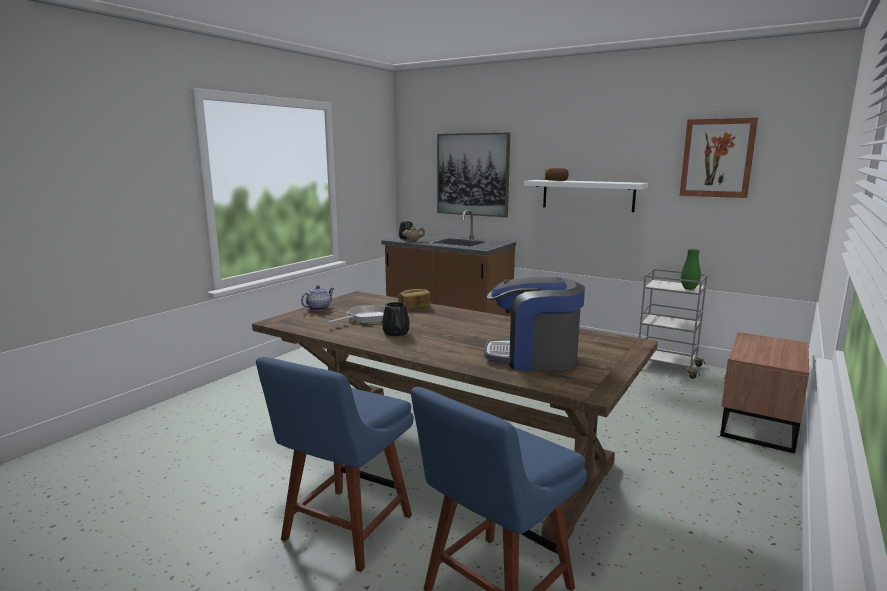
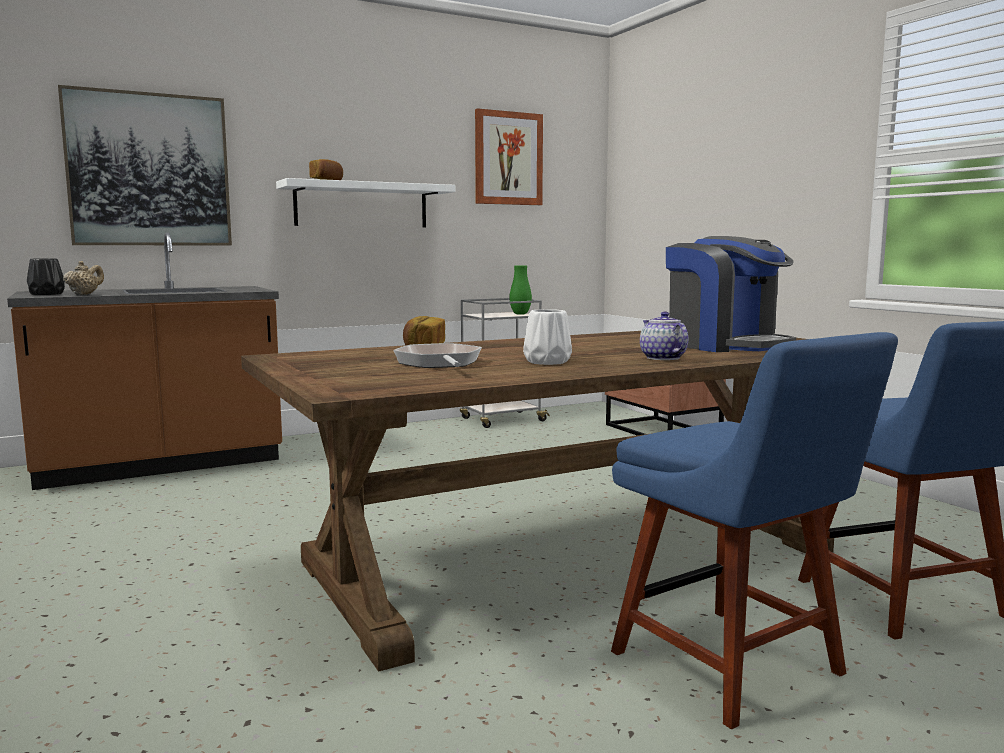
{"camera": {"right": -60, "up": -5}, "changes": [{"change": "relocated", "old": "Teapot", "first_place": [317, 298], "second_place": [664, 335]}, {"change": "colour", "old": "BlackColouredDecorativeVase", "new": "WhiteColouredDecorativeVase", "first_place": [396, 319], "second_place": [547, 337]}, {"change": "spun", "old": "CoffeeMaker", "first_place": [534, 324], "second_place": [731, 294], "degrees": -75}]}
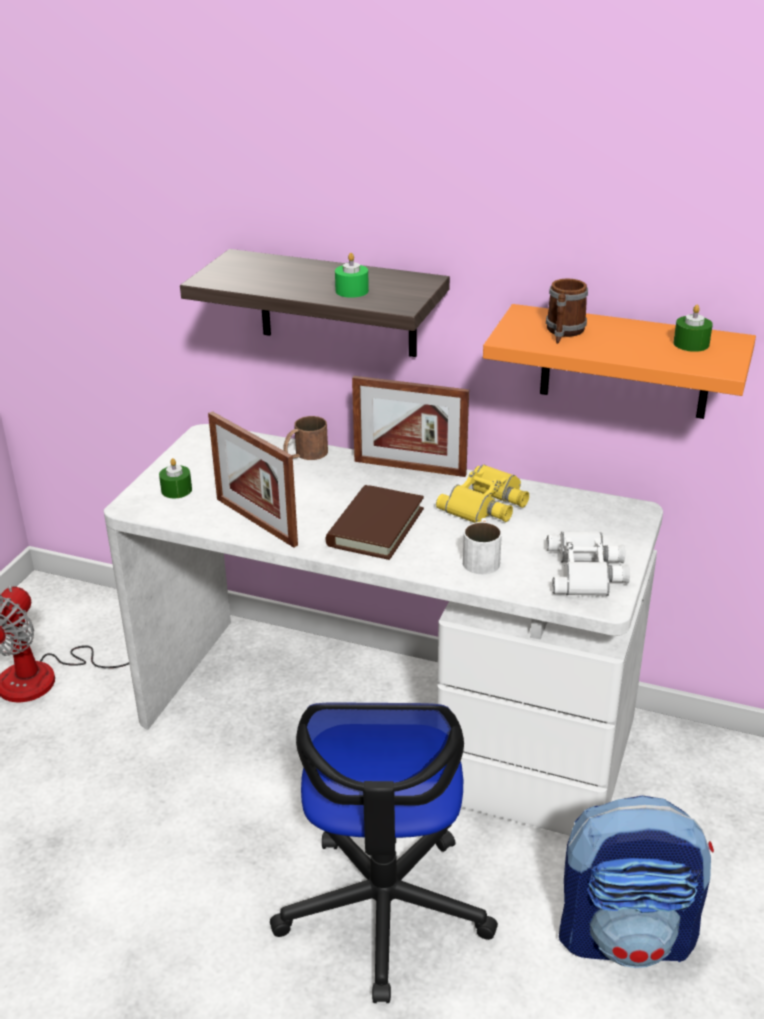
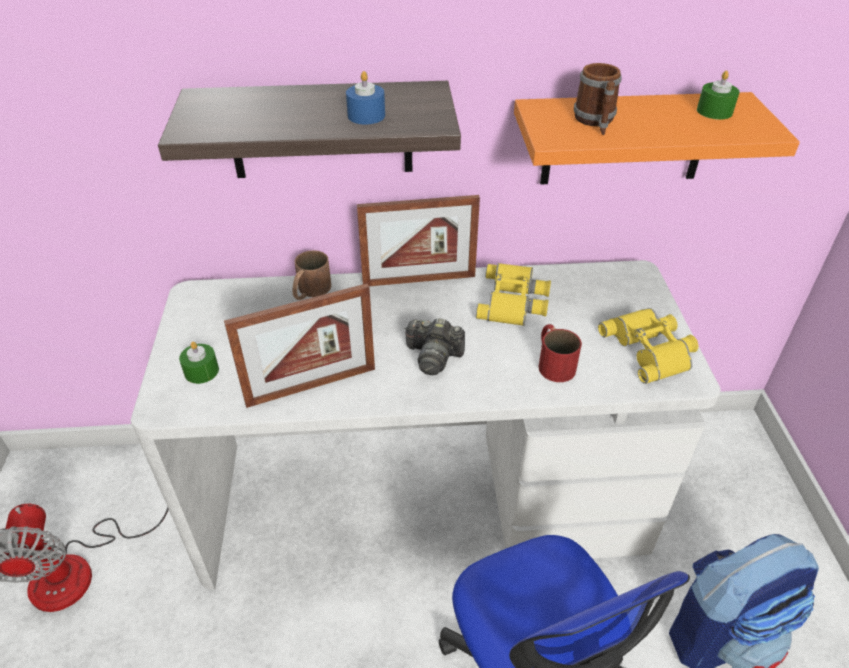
{"camera": {"right": -25, "up": 10}, "changes": [{"change": "spun", "old": "PictureFrame", "first_place": [253, 479], "second_place": [299, 345], "degrees": -45}, {"change": "exchanged", "old": "BrownBoundBook", "new": "PhotoCamera", "first_place": [375, 522], "second_place": [434, 346]}, {"change": "colour", "old": "GreenishCandle", "new": "BluishCandle", "first_place": [352, 275], "second_place": [365, 97]}, {"change": "colour", "old": "WhiteColouredMug", "new": "RedColouredMug", "first_place": [482, 546], "second_place": [560, 353]}, {"change": "colour", "old": "WhiteColouredFieldGlasses", "new": "YellowColouredFieldGlasses", "first_place": [588, 564], "second_place": [648, 346]}]}
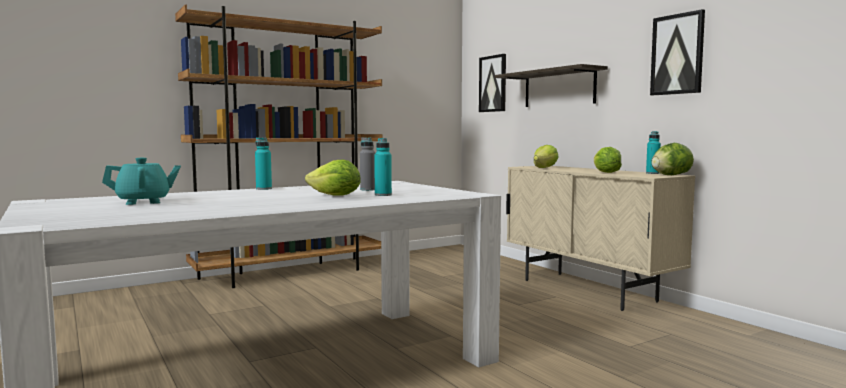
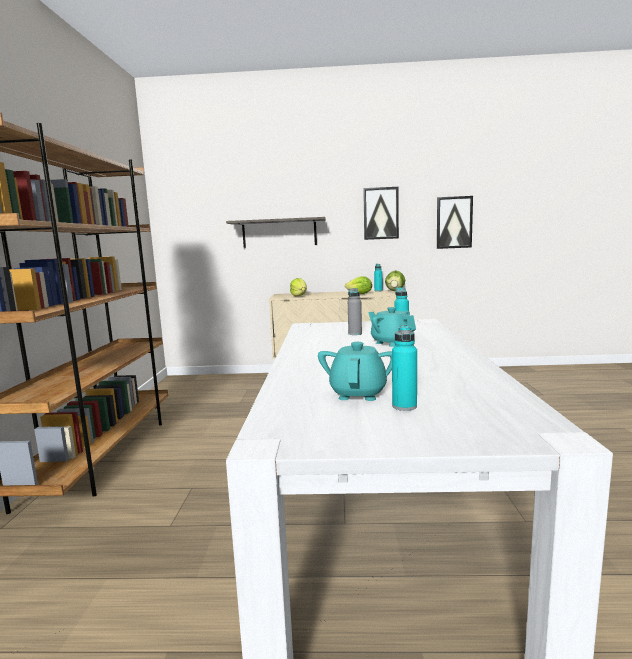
{"camera": {"right": -55, "up": 5}, "changes": [{"change": "relocated", "old": "TurquoiseColouredDrinkBottle", "first_place": [263, 163], "second_place": [404, 368]}, {"change": "exchanged", "old": "HeadOfLettuce", "new": "TurquoiseColouredTeapot", "first_place": [333, 178], "second_place": [392, 327]}, {"change": "relocated", "old": "Picture", "first_place": [492, 83], "second_place": [455, 222]}]}
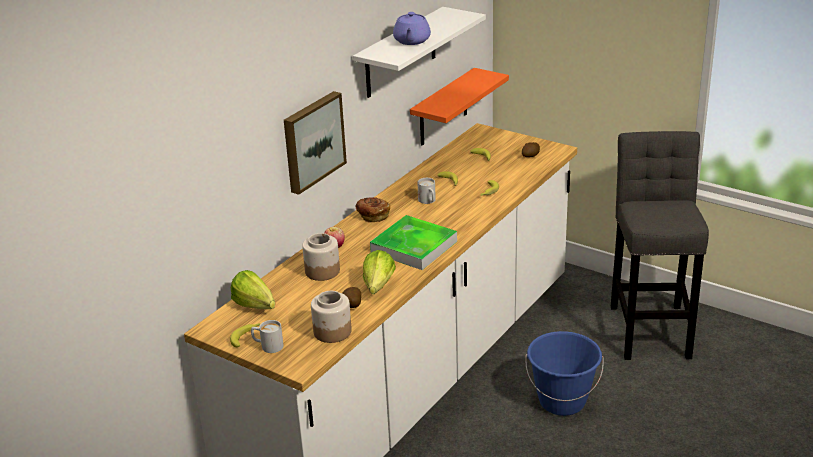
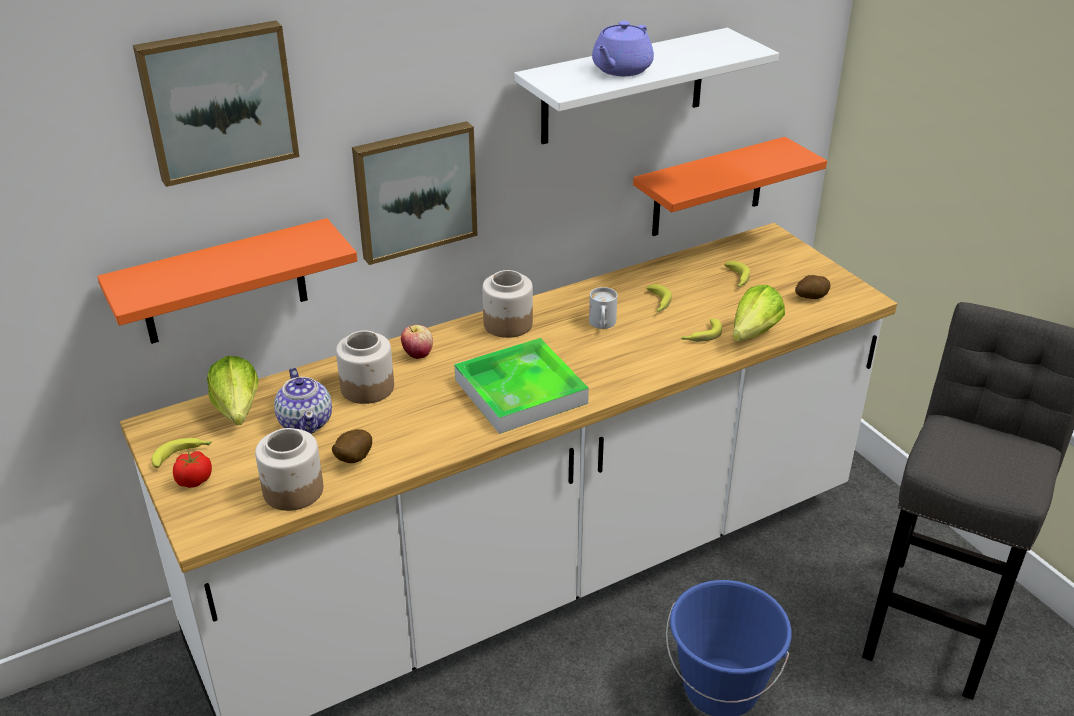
{"camera": {"right": 25, "up": 5}, "changes": [{"change": "exchanged", "old": "WhiteColouredMug", "new": "WholeTomato", "first_place": [267, 336], "second_place": [192, 469]}, {"change": "exchanged", "old": "Bread", "new": "PreserveJar", "first_place": [373, 209], "second_place": [507, 304]}, {"change": "relocated", "old": "HeadOfLettuce", "first_place": [379, 272], "second_place": [759, 313]}, {"change": "appeared", "new": "OrangeColouredWallShelf", "second_place": [227, 281]}, {"change": "appeared", "new": "Picture", "second_place": [216, 103]}, {"change": "appeared", "new": "Teapot", "second_place": [303, 401]}]}
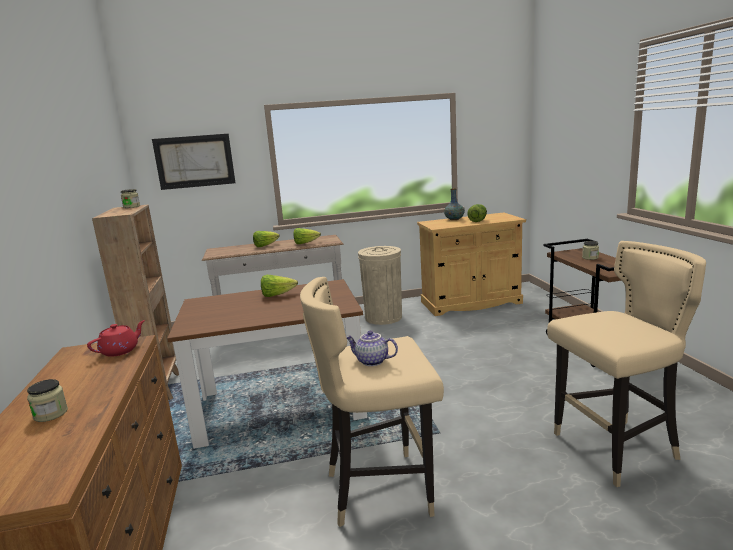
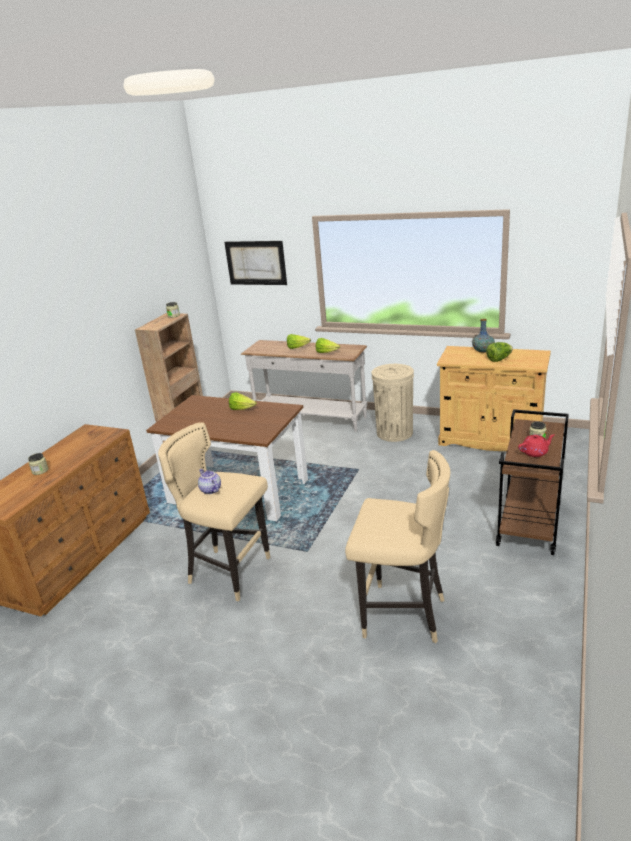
{"camera": {"right": 35, "up": 10}, "changes": [{"change": "relocated", "old": "RedColouredTeapot", "first_place": [116, 338], "second_place": [536, 445]}]}
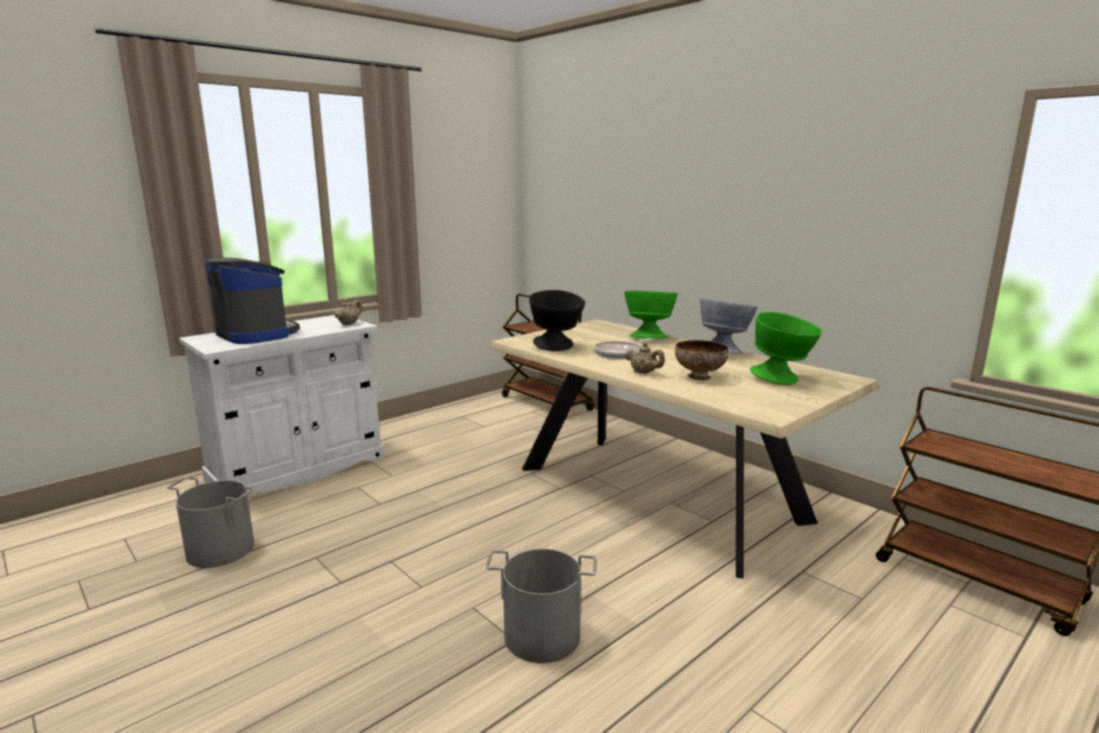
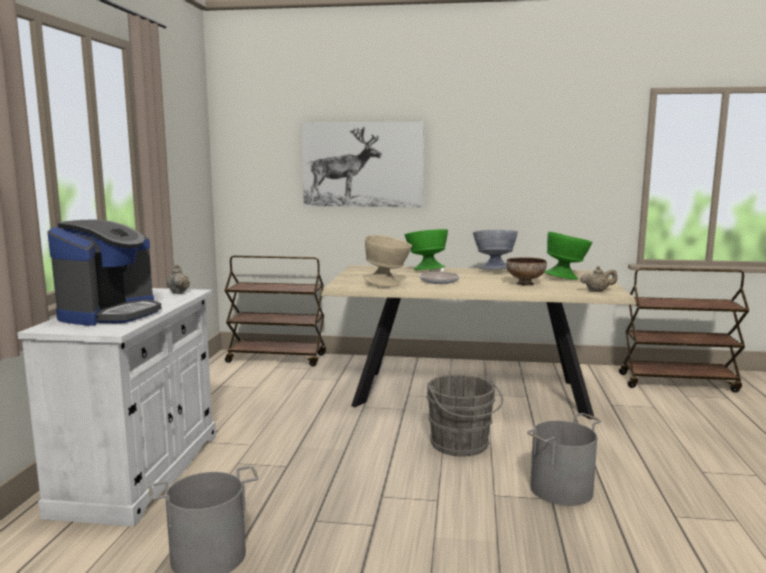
{"camera": {"right": -40, "up": -5}, "changes": [{"change": "spun", "old": "CoffeeMaker", "first_place": [252, 301], "second_place": [104, 273], "degrees": 105}, {"change": "colour", "old": "BlackColouredServingBowl", "new": "BeigeServingBowl", "first_place": [557, 320], "second_place": [388, 261]}, {"change": "relocated", "old": "BeigeTeapot", "first_place": [645, 358], "second_place": [598, 279]}, {"change": "appeared", "new": "Picture", "second_place": [363, 164]}, {"change": "appeared", "new": "GreyWaterBucket", "second_place": [464, 416]}]}
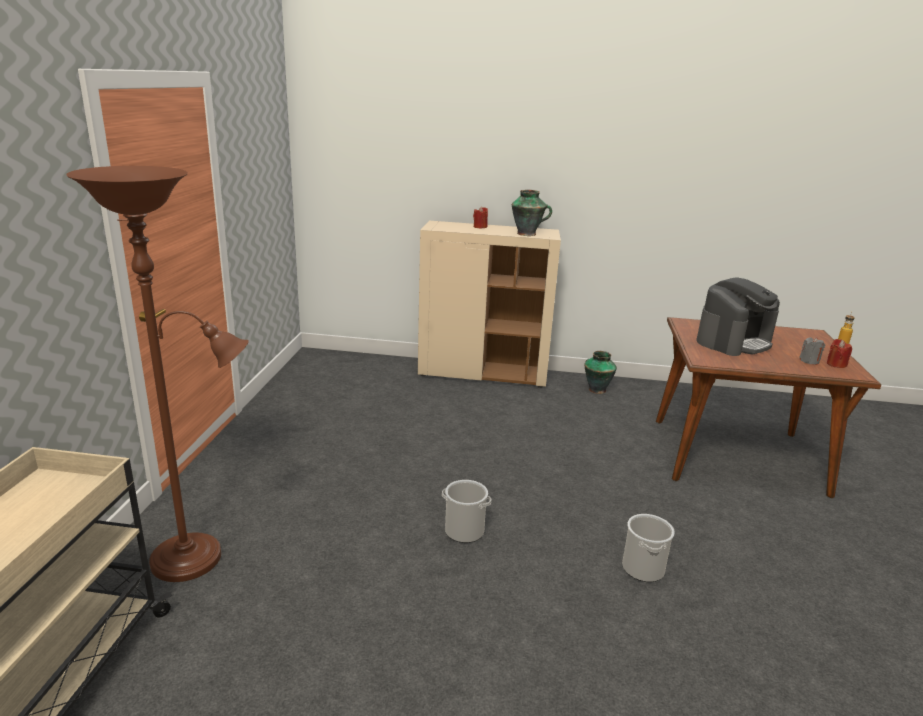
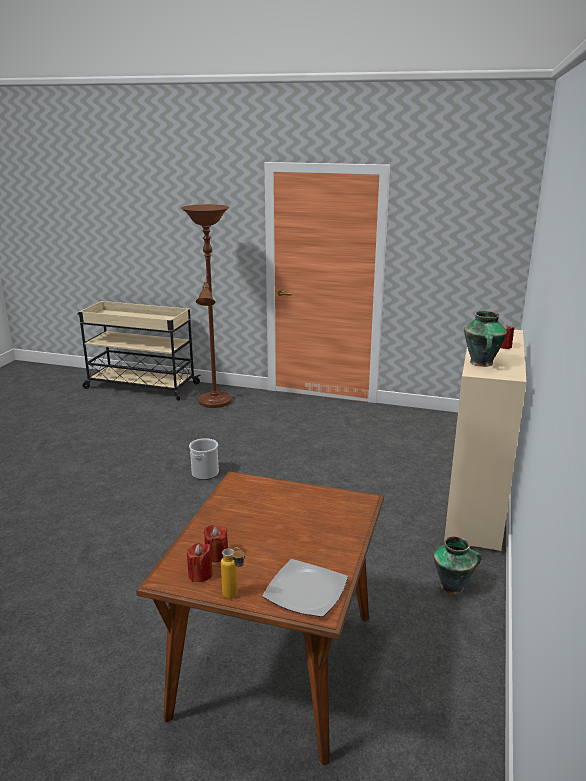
{"camera": {"right": 100, "up": 0}, "changes": [{"change": "missing", "old": "WaterBucket", "first_place": [648, 548]}, {"change": "missing", "old": "CoffeeMaker", "first_place": [738, 316]}, {"change": "colour", "old": "GreyCandle", "new": "RedColouredCandle", "first_place": [812, 351], "second_place": [215, 543]}, {"change": "appeared", "new": "Plate", "second_place": [305, 588]}]}
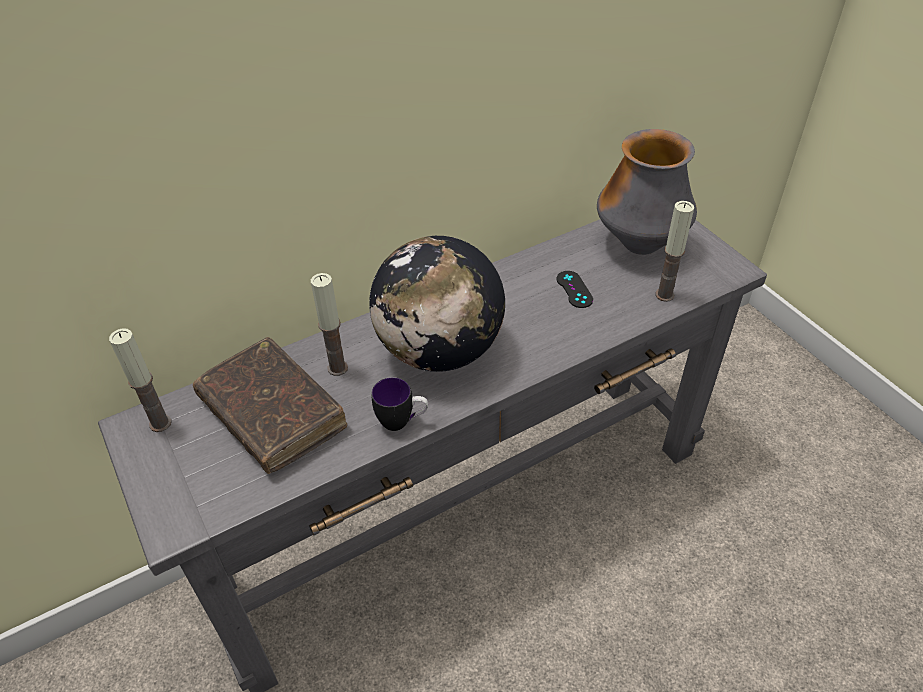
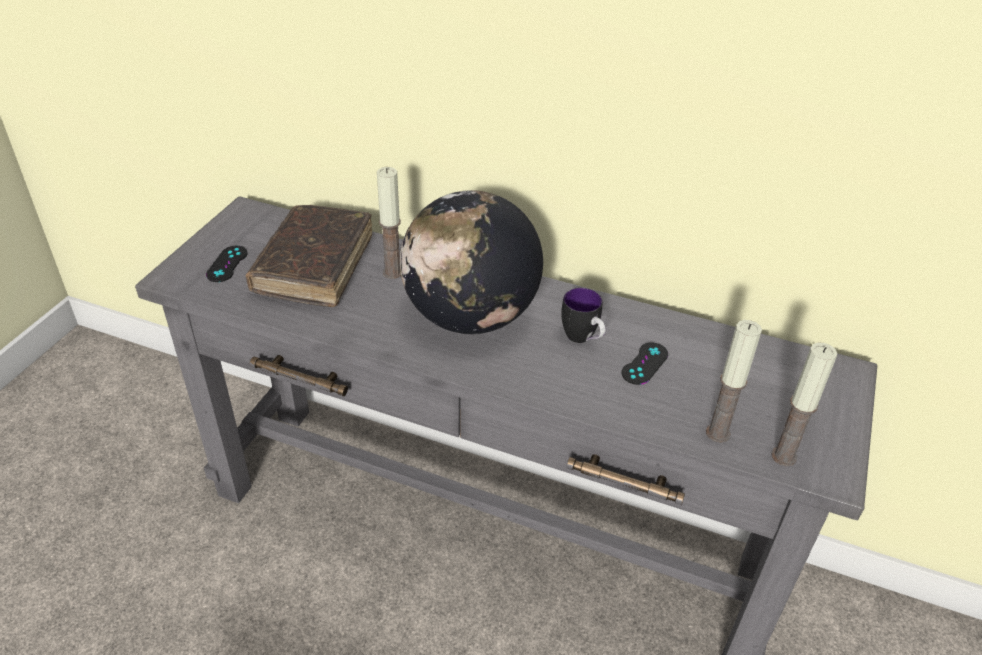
{"camera": {"right": 50, "up": -5}, "changes": [{"change": "relocated", "old": "Candle", "first_place": [140, 380], "second_place": [804, 404]}, {"change": "relocated", "old": "Mug", "first_place": [399, 404], "second_place": [583, 315]}, {"change": "missing", "old": "DecorativeVase", "first_place": [647, 192]}, {"change": "appeared", "new": "BlackColouredJoypad", "second_place": [227, 264]}]}
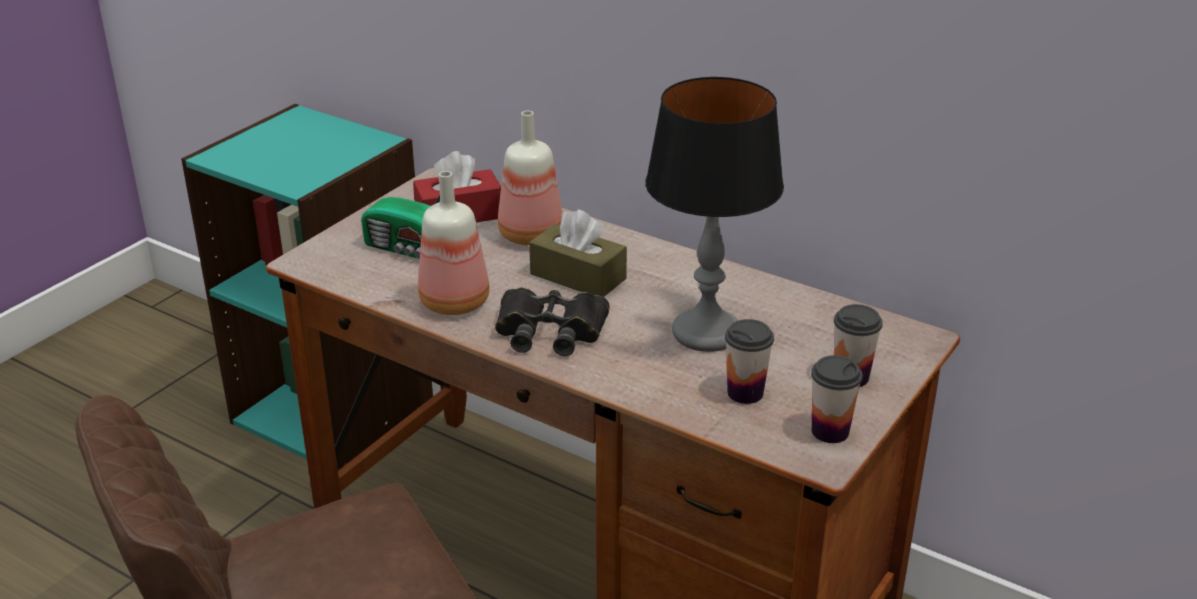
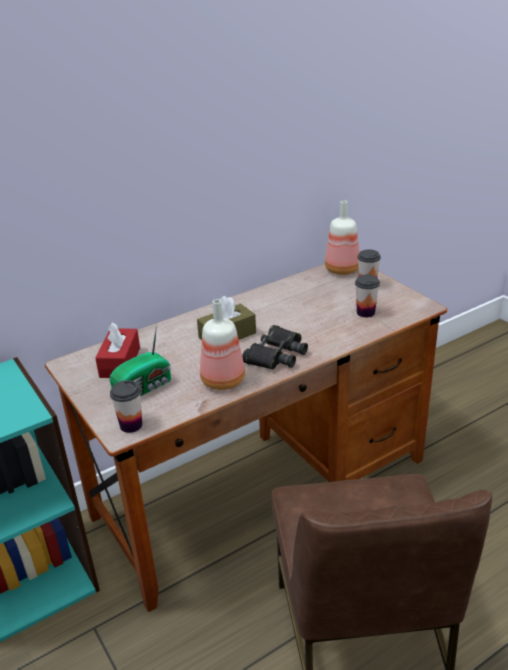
{"camera": {"right": -65, "up": 0}, "changes": [{"change": "relocated", "old": "DrinkBottle", "first_place": [530, 178], "second_place": [342, 238]}, {"change": "missing", "old": "TableLamp", "first_place": [714, 214]}, {"change": "relocated", "old": "DrinkingCup", "first_place": [837, 399], "second_place": [126, 406]}]}
